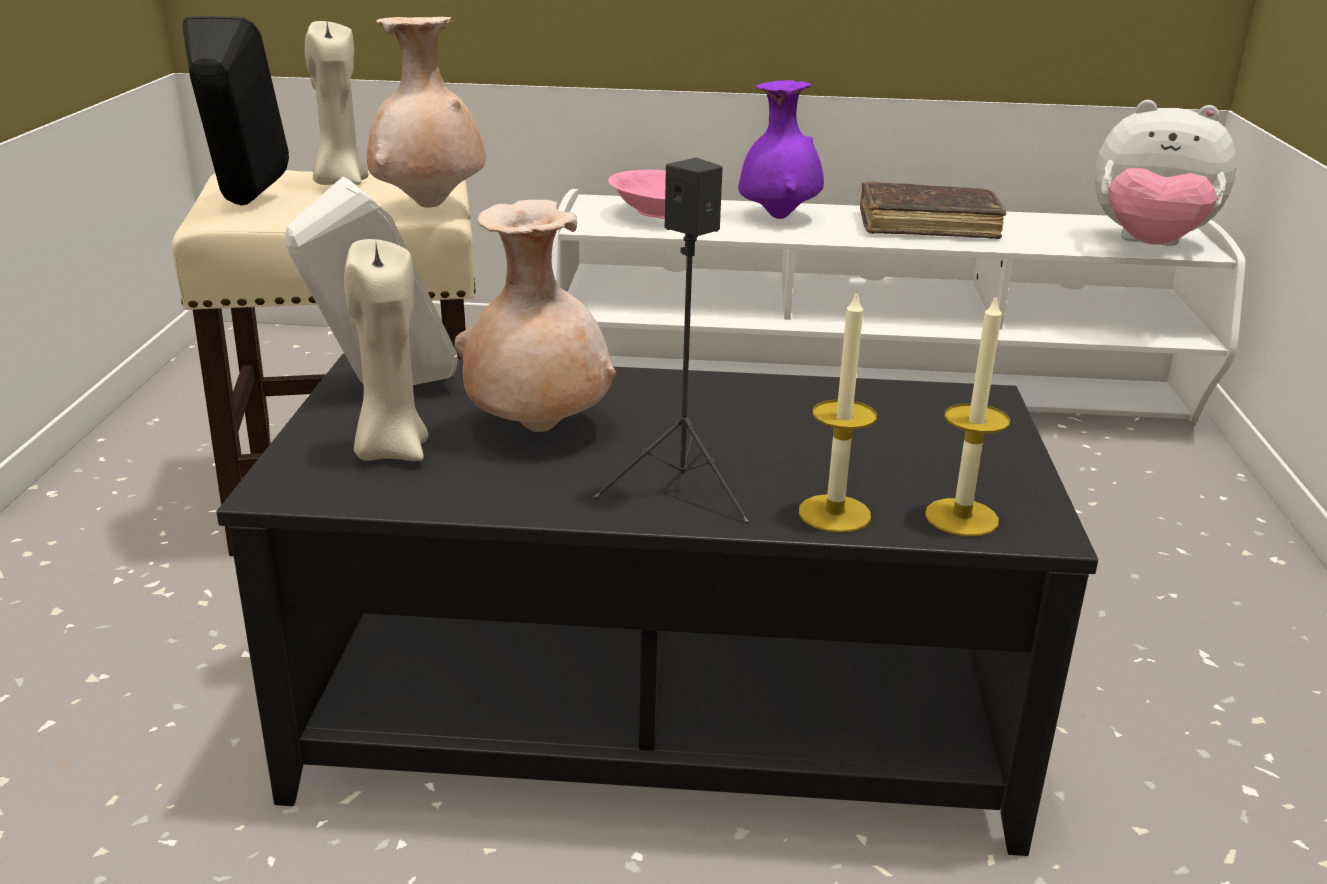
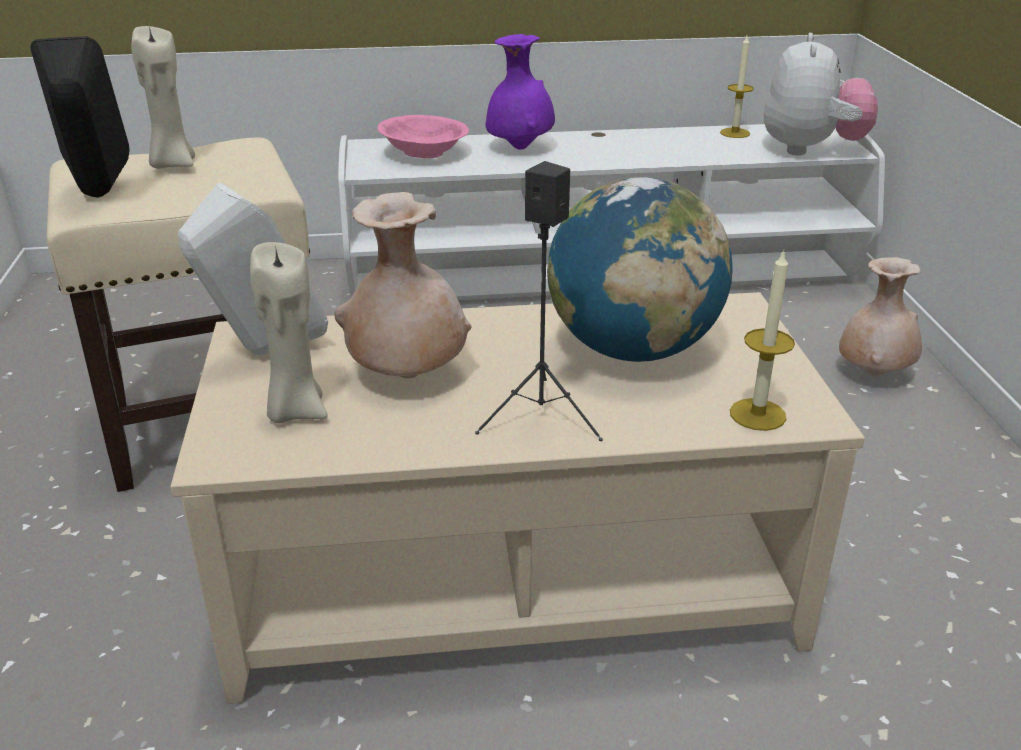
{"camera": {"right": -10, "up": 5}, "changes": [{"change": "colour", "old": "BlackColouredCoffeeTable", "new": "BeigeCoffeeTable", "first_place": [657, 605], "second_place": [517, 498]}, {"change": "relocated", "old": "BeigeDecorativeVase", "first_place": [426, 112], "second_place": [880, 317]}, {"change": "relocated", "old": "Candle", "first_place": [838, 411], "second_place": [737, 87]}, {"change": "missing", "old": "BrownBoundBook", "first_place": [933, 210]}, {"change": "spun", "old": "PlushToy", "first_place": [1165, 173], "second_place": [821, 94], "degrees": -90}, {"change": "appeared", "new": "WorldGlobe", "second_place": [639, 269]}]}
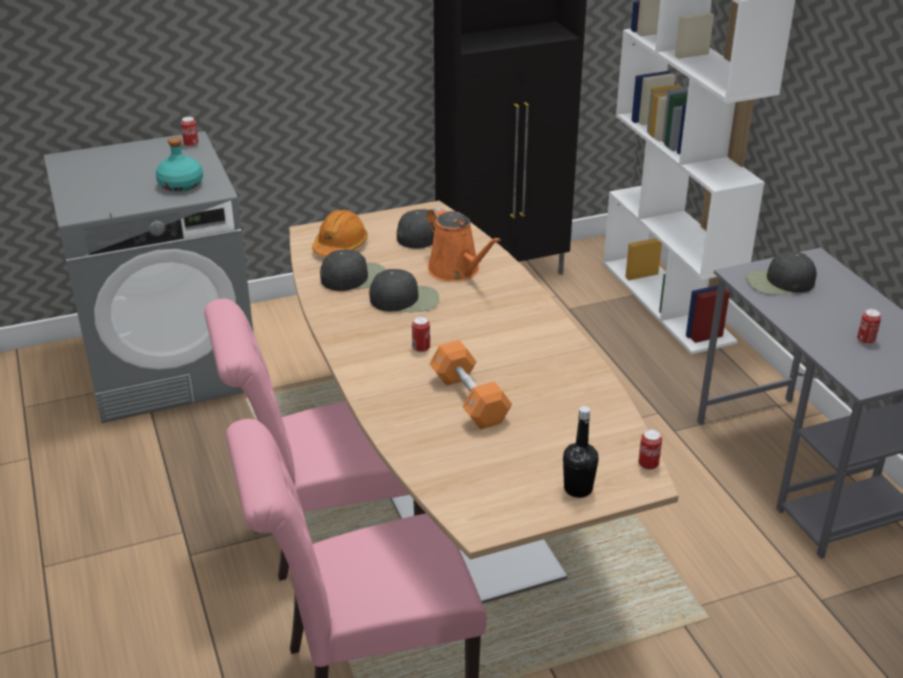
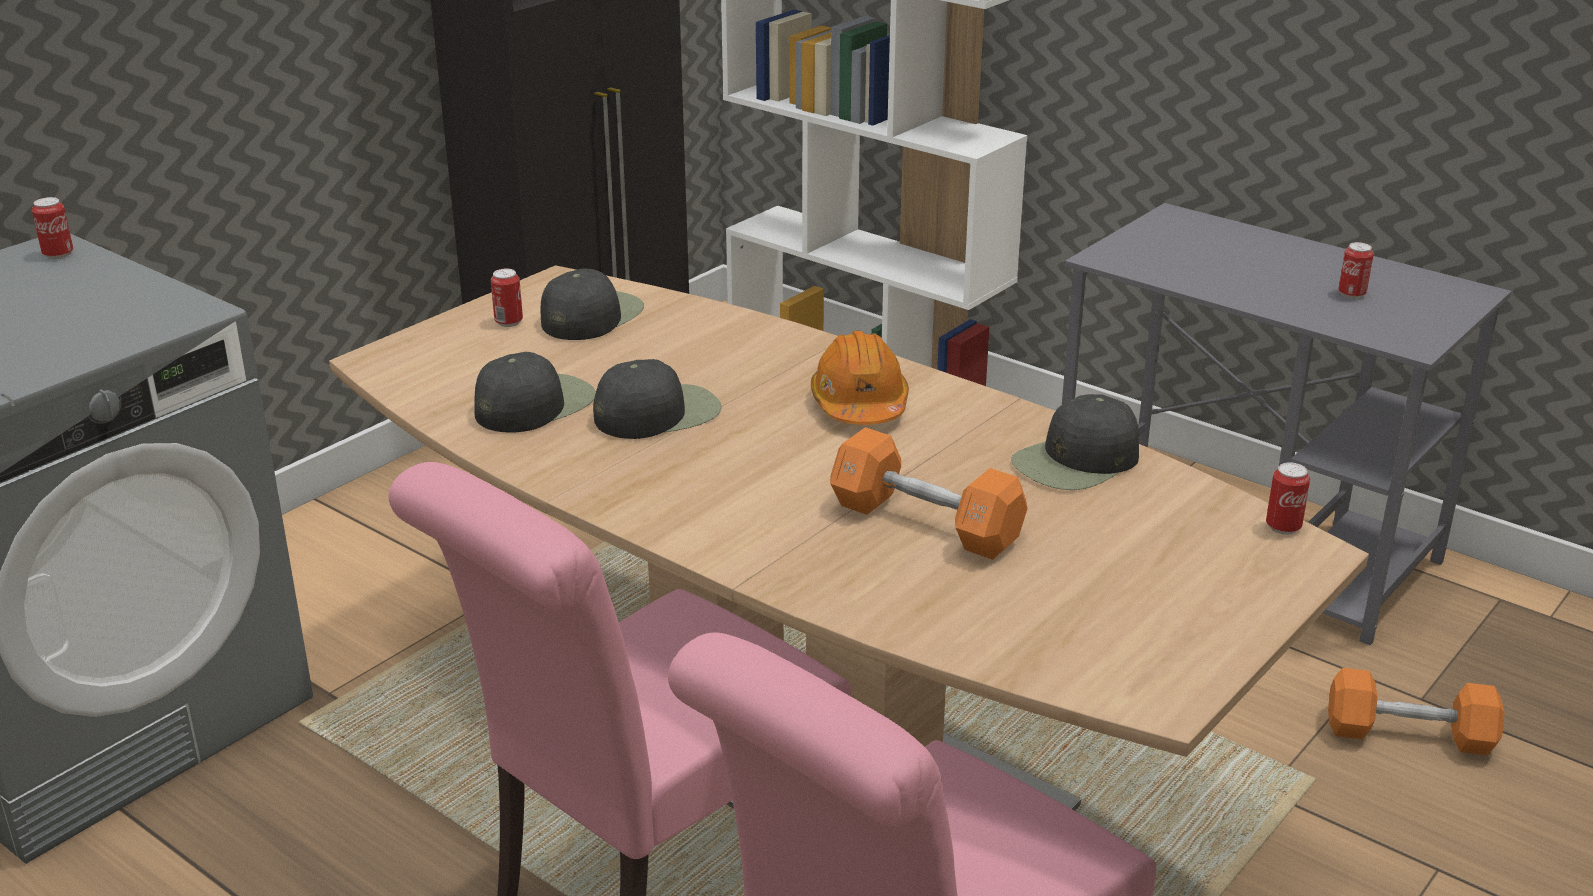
{"camera": {"right": -30, "up": -5}, "changes": [{"change": "missing", "old": "TurquoiseColouredDrinkBottle", "first_place": [179, 164]}, {"change": "relocated", "old": "OrangeColouredWorkHelmet", "first_place": [340, 233], "second_place": [860, 377]}, {"change": "relocated", "old": "MetalCan", "first_place": [421, 334], "second_place": [507, 298]}, {"change": "missing", "old": "OrangeColouredWateringCan", "first_place": [464, 244]}, {"change": "missing", "old": "BlackColouredDrinkBottle", "first_place": [581, 452]}, {"change": "relocated", "old": "BlackColouredCap", "first_place": [781, 273], "second_place": [1075, 442]}, {"change": "appeared", "new": "OrangeColouredHandWeight", "second_place": [1416, 711]}]}
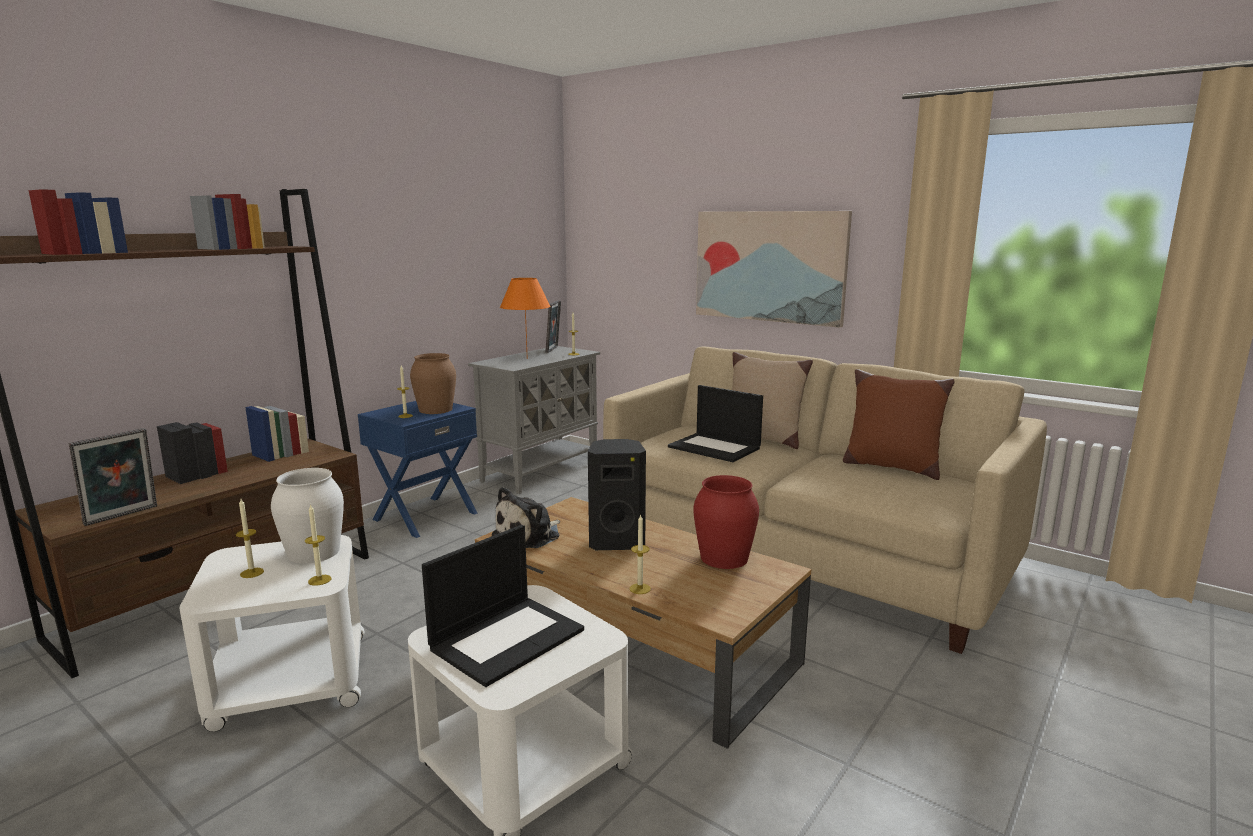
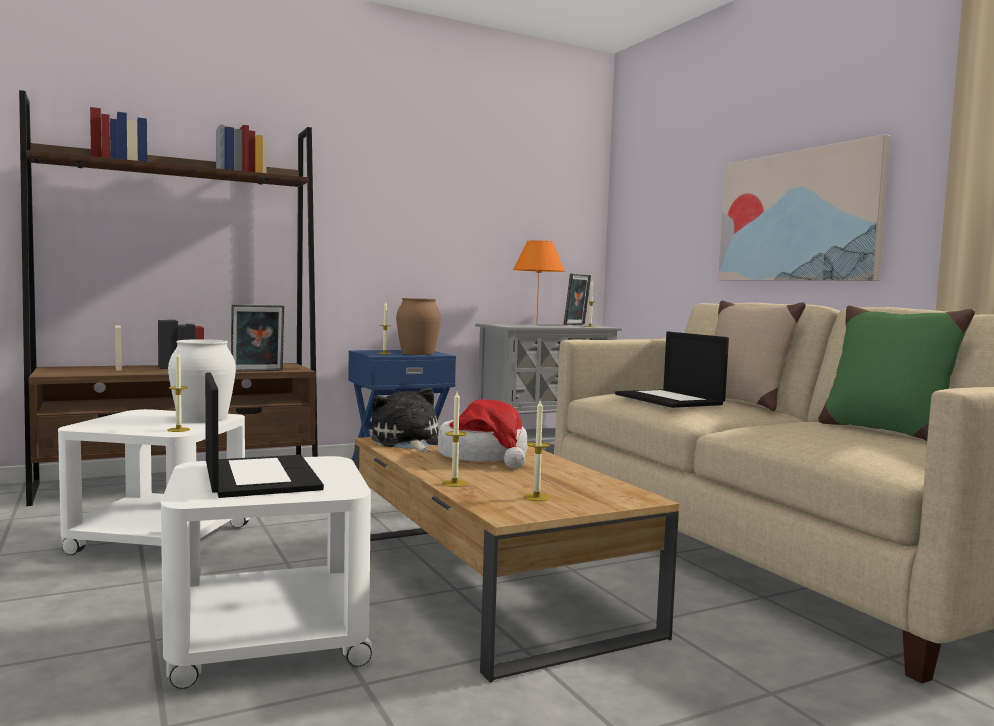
{"camera": {"right": 25, "up": -10}, "changes": [{"change": "relocated", "old": "PictureFrame", "first_place": [113, 477], "second_place": [257, 338]}, {"change": "relocated", "old": "Candle", "first_place": [250, 538], "second_place": [536, 450]}, {"change": "spun", "old": "NotebookComputer", "first_place": [503, 606], "second_place": [264, 435], "degrees": -90}, {"change": "spun", "old": "PlushToy", "first_place": [526, 517], "second_place": [404, 420], "degrees": 90}, {"change": "exchanged", "old": "BlackColouredAudioSpeaker", "new": "Hat", "first_place": [617, 494], "second_place": [482, 433]}, {"change": "missing", "old": "RedColouredDecorativeVase", "first_place": [726, 522]}, {"change": "colour", "old": "BrownPillow", "new": "GreenishPillow", "first_place": [898, 424], "second_place": [896, 373]}]}
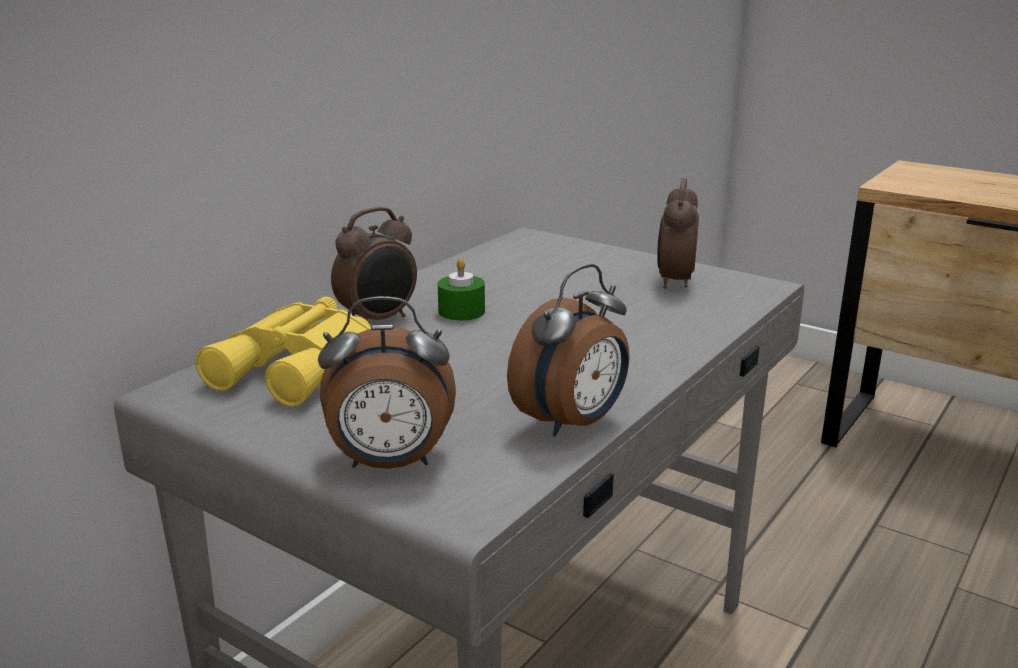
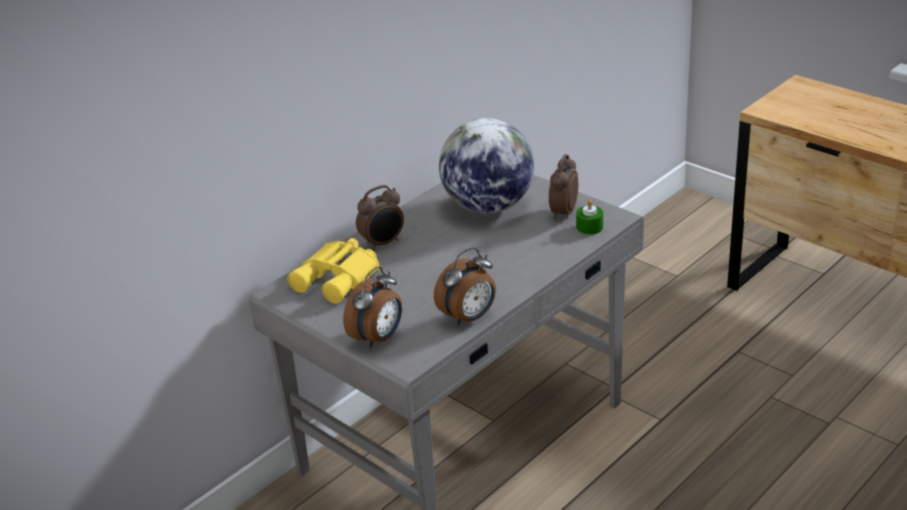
{"camera": {"right": 10, "up": 10}, "changes": [{"change": "spun", "old": "BedsideClock", "first_place": [387, 382], "second_place": [372, 307], "degrees": -60}, {"change": "relocated", "old": "GreenishCandle", "first_place": [461, 289], "second_place": [589, 217]}, {"change": "appeared", "new": "WorldGlobe", "second_place": [486, 166]}]}
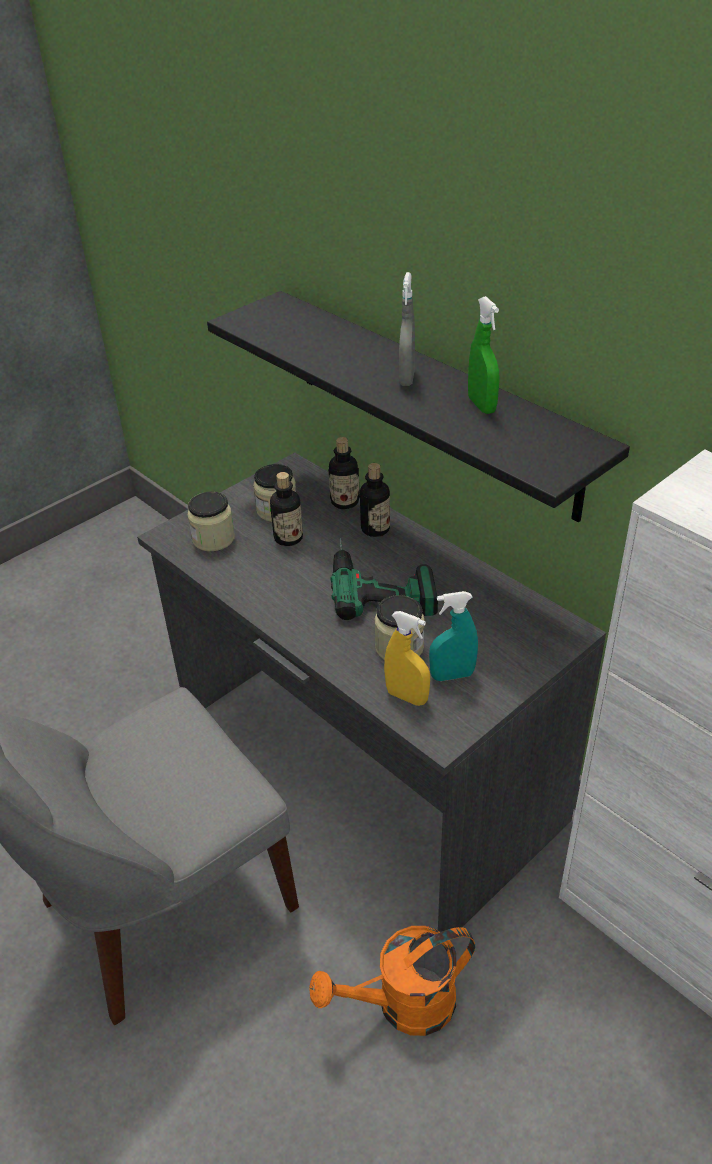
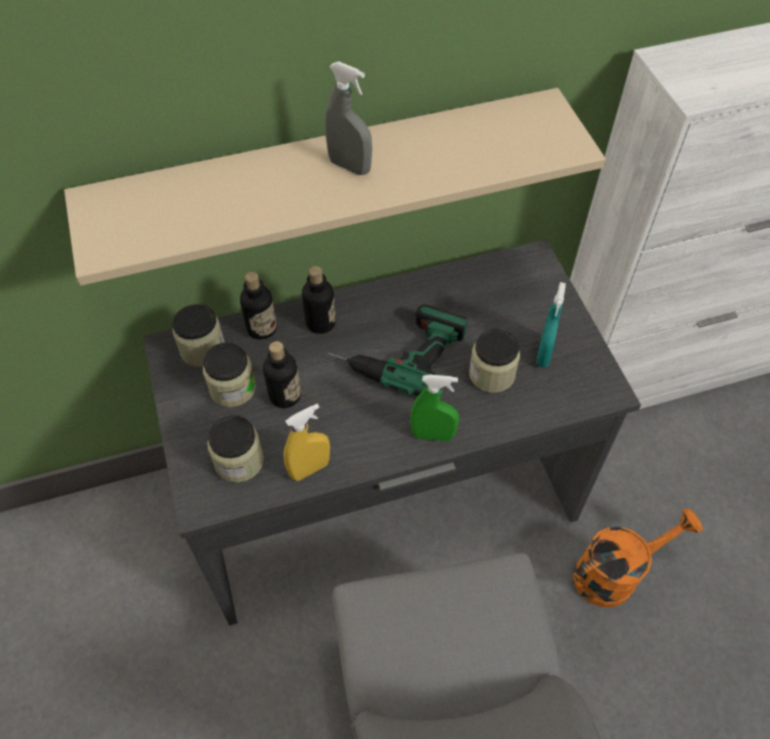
{"camera": {"right": -65, "up": 15}, "changes": [{"change": "colour", "old": "BlackColouredWallShelf", "new": "BeigeWallShelf", "first_place": [418, 406], "second_place": [335, 187]}, {"change": "spun", "old": "OrangeColouredWateringCan", "first_place": [392, 981], "second_place": [638, 557], "degrees": -120}, {"change": "relocated", "old": "YellowColouredSprayBottle", "first_place": [407, 658], "second_place": [306, 442]}, {"change": "relocated", "old": "GreenishSprayBottle", "first_place": [484, 355], "second_place": [434, 408]}, {"change": "appeared", "new": "PreserveJar", "second_place": [198, 335]}]}
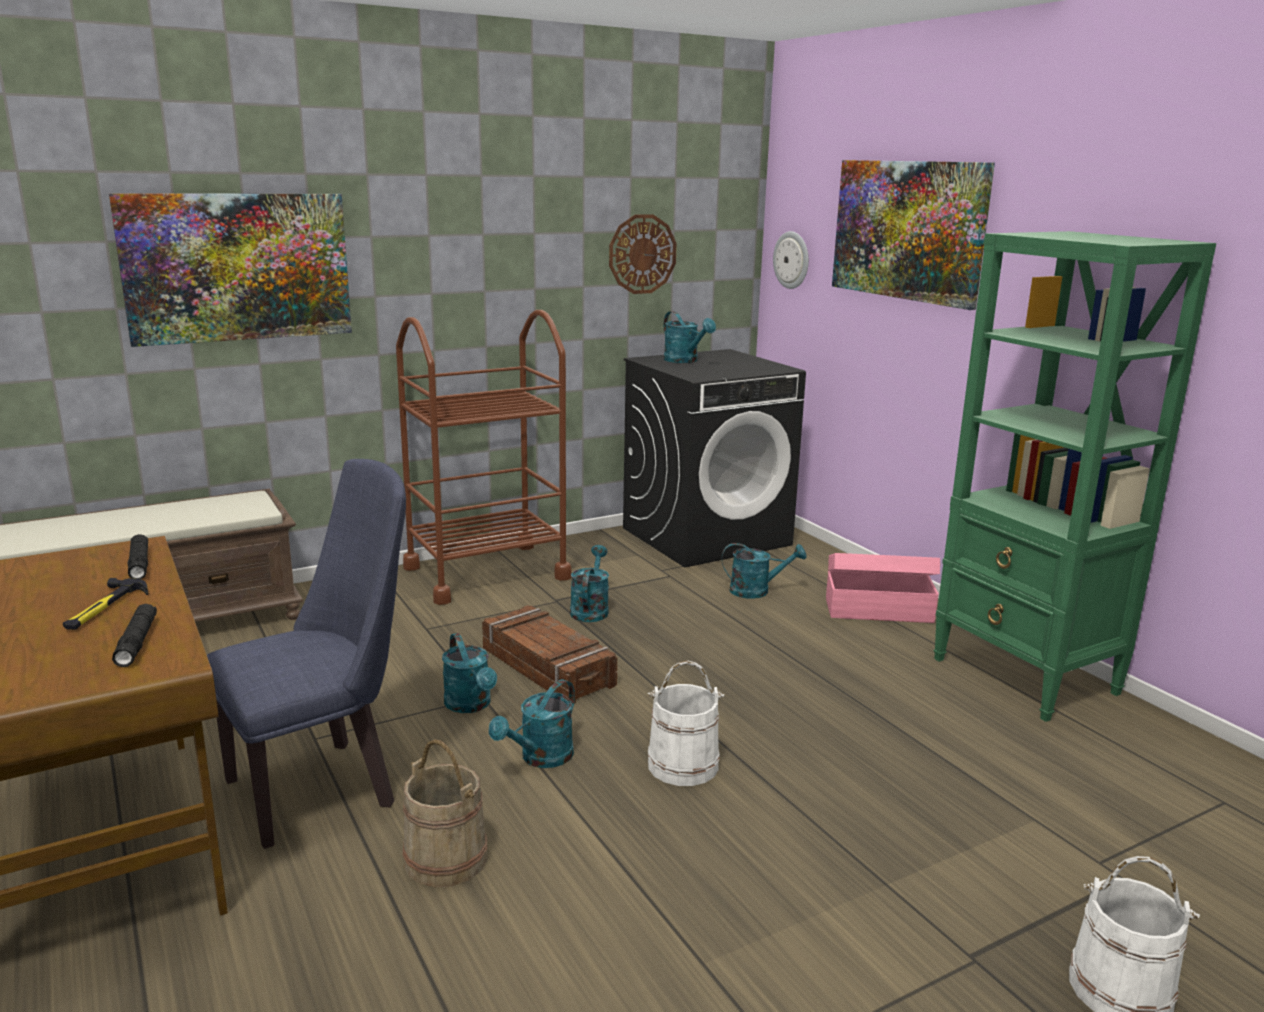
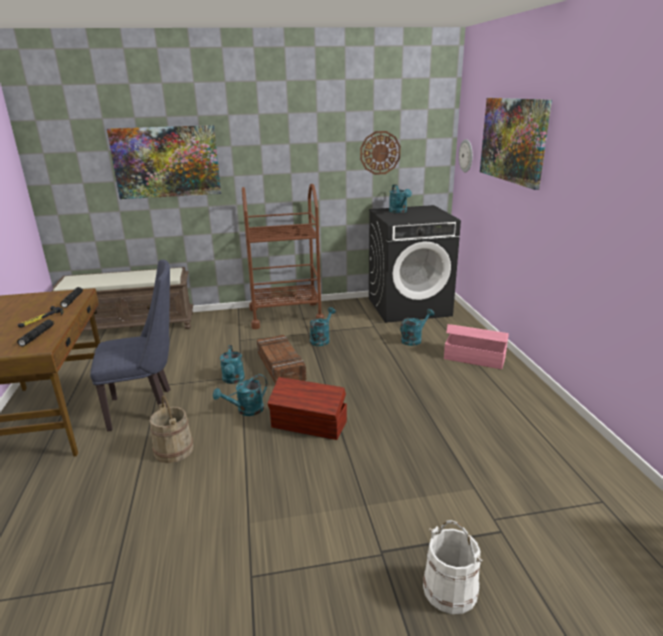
{"camera": {"right": 20, "up": 5}, "changes": [{"change": "exchanged", "old": "WhiteColouredWaterBucket", "new": "BrownStorageBin", "first_place": [686, 723], "second_place": [307, 408]}, {"change": "spun", "old": "TurquoiseColouredWateringCan", "first_place": [764, 571], "second_place": [417, 327], "degrees": -60}, {"change": "missing", "old": "GreenishBookshelf", "first_place": [1074, 476]}]}
